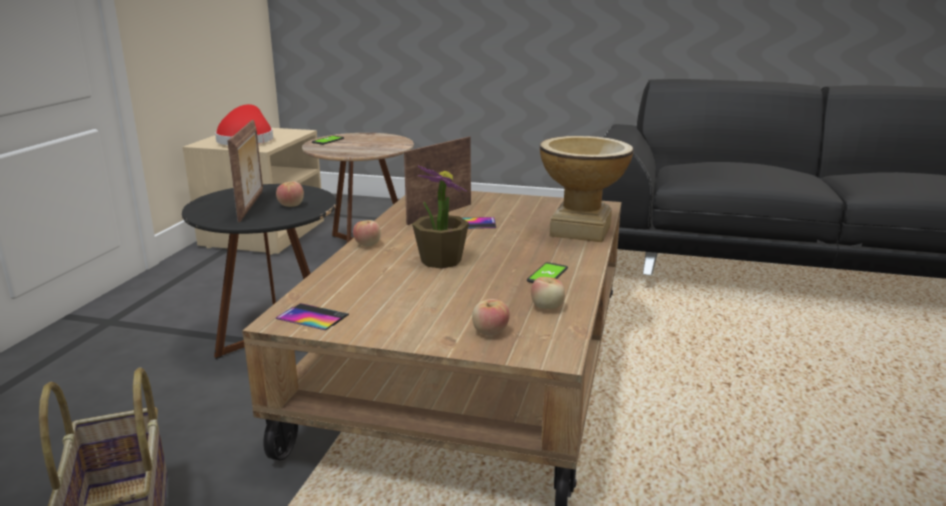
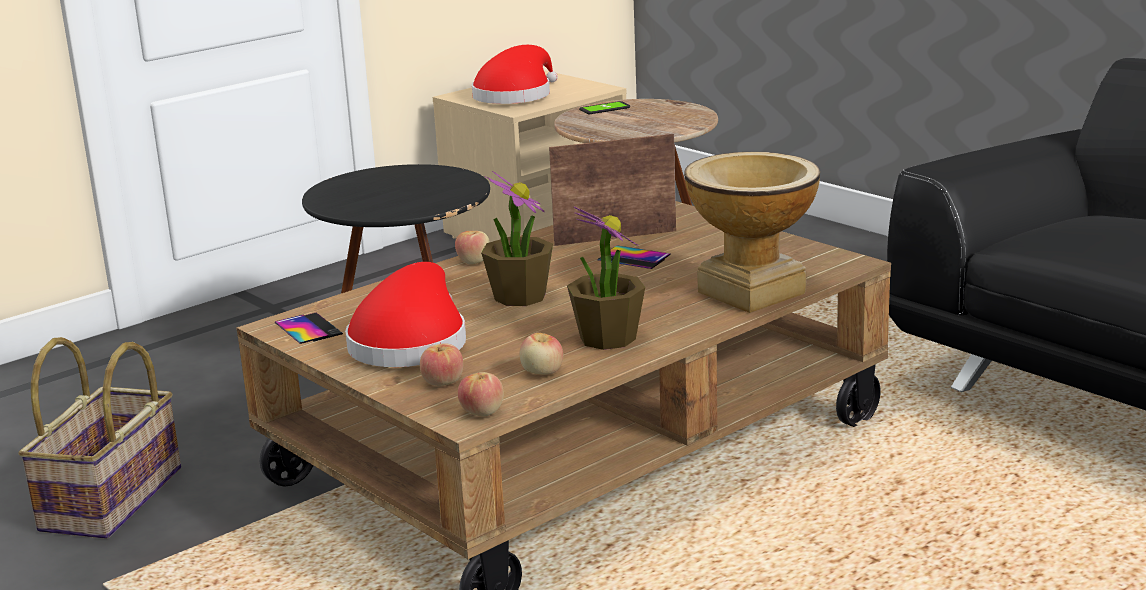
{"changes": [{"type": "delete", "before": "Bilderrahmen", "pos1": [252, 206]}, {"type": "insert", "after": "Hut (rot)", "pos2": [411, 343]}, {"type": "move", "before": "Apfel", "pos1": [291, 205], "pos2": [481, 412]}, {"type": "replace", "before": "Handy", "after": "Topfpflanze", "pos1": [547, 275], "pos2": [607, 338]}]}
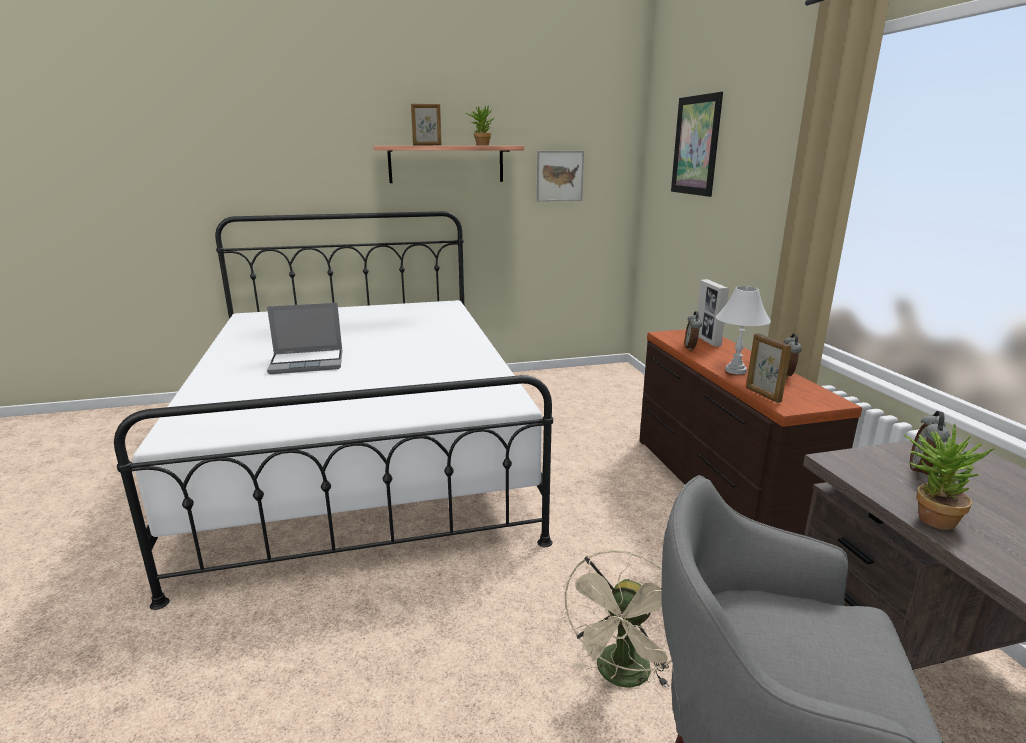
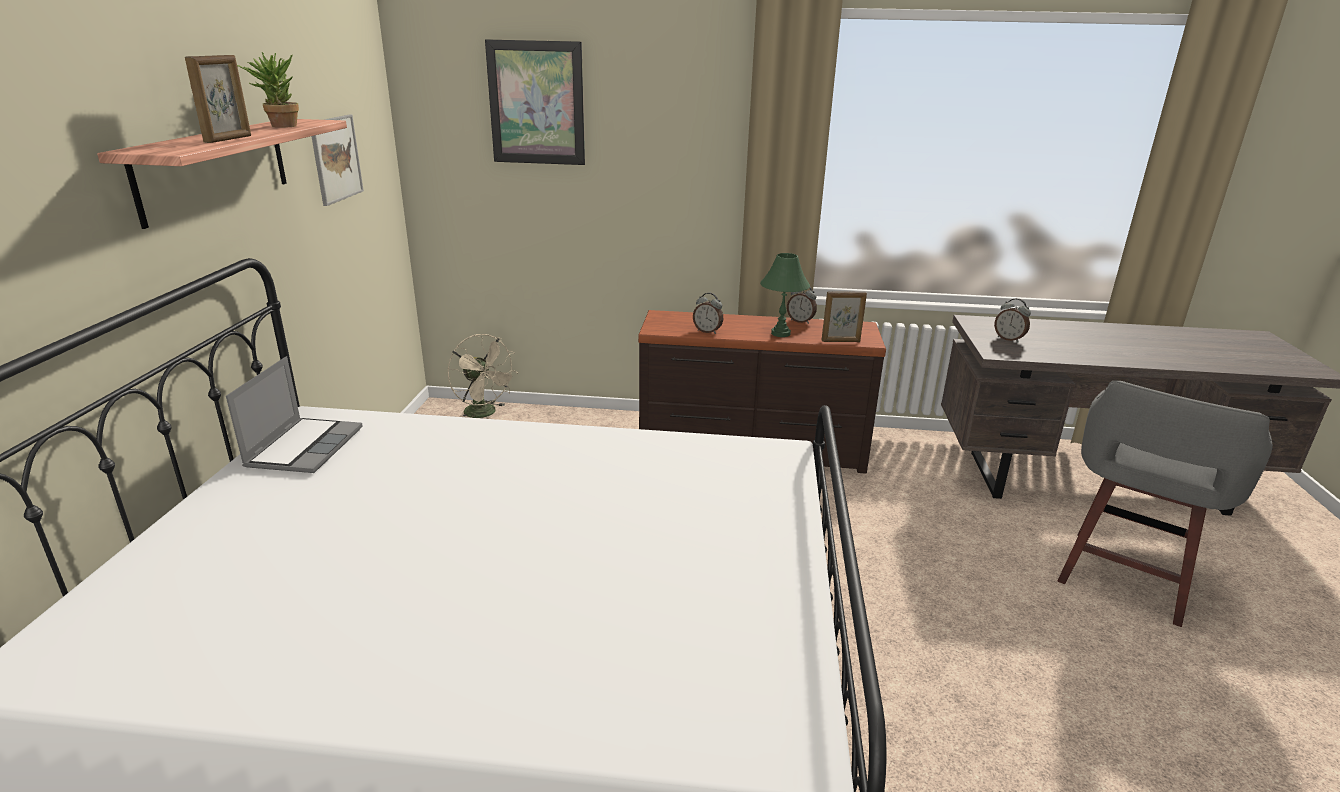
{"changes": [{"type": "delete", "before": "Bilderrahmen", "pos1": [707, 341]}, {"type": "delete", "before": "Topfpflanze", "pos1": [928, 517]}, {"type": "move", "before": "Laptop", "pos1": [308, 363], "pos2": [304, 447]}, {"type": "move", "before": "Ventilator (beige)", "pos1": [622, 677], "pos2": [485, 414]}, {"type": "recolor", "before": "Tischlampe (weiß)", "after": "Tischlampe (grün)", "pos1": [735, 370], "pos2": [780, 333]}]}
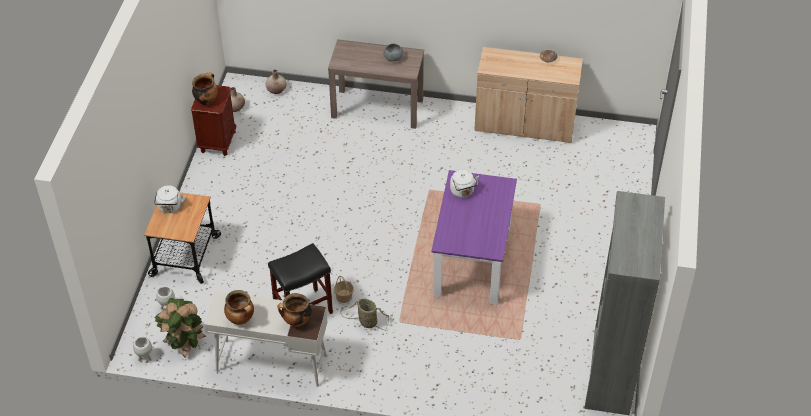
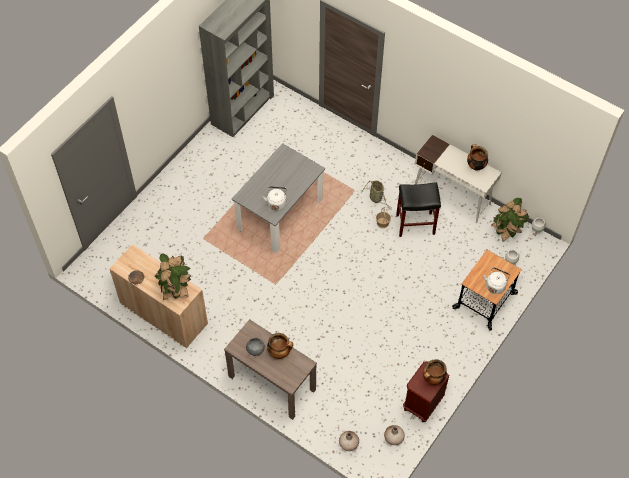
{"changes": [{"type": "insert", "after": "Topfpflanze", "pos2": [175, 289]}, {"type": "move", "before": "Kochtopf", "pos1": [296, 322], "pos2": [280, 352]}, {"type": "recolor", "before": "Esstisch (lila)", "after": "Esstisch (grau)", "pos1": [472, 261], "pos2": [280, 214]}]}
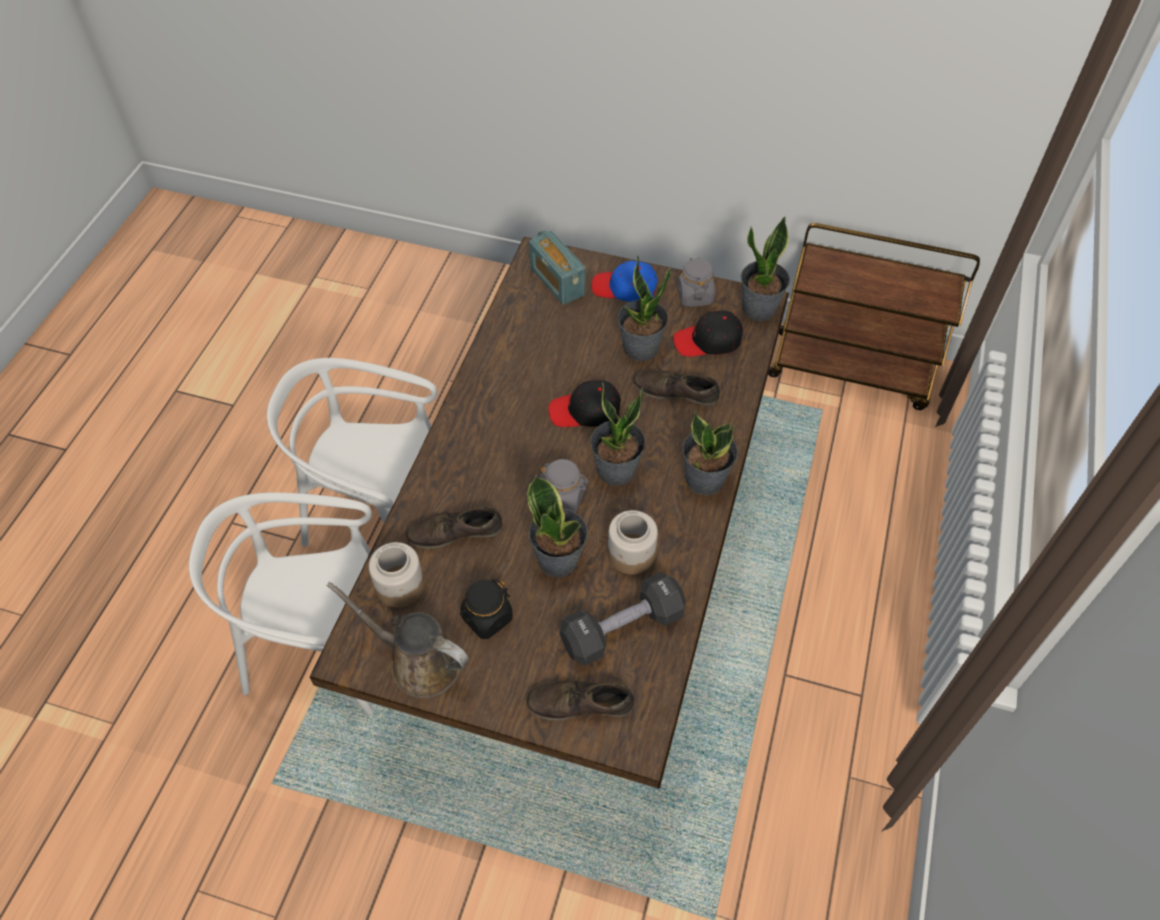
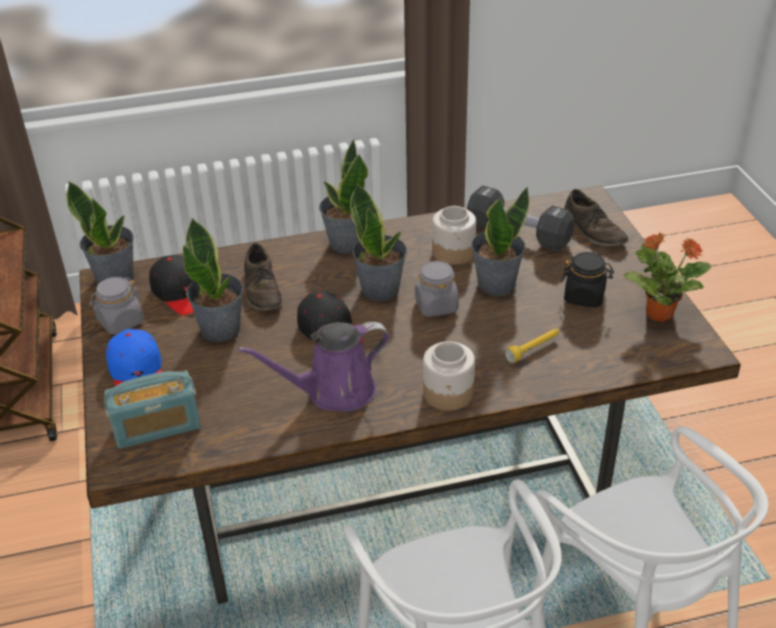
{"changes": [{"type": "insert", "after": "Gießkanne (lila)", "pos2": [334, 391]}, {"type": "move", "before": "Vorratsglas", "pos1": [399, 586], "pos2": [448, 393]}, {"type": "replace", "before": "Gießkanne (braun)", "after": "Topfpflanze", "pos1": [418, 662], "pos2": [658, 313]}, {"type": "replace", "before": "Schuh (braun)", "after": "Taschenlampe (gelb)", "pos1": [455, 532], "pos2": [533, 349]}, {"type": "rotate", "before": "Radio", "pos1": [557, 281], "pos2": [157, 427], "turn": 45}]}
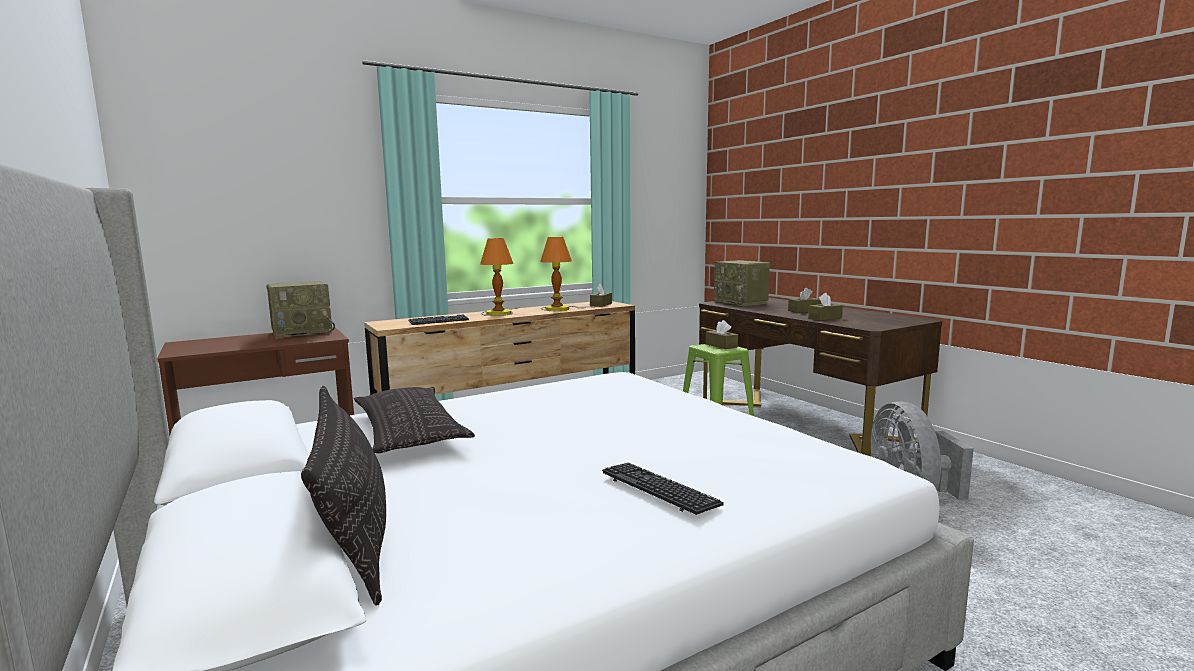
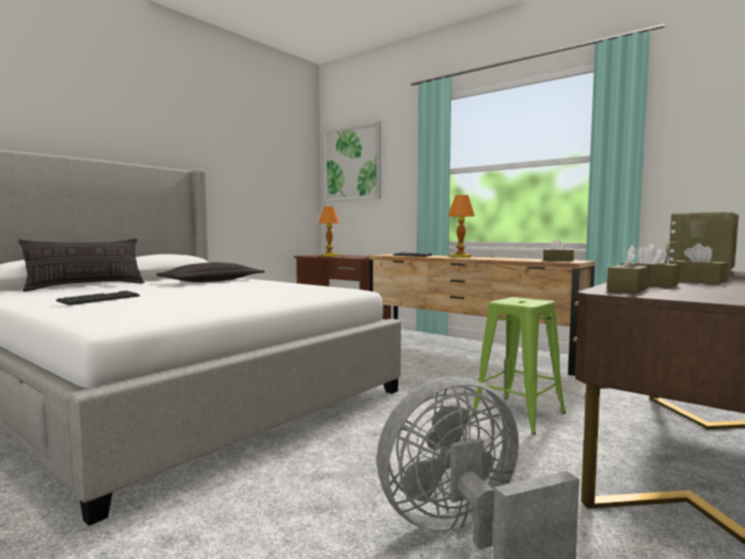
{"changes": [{"type": "delete", "before": "Radio", "pos1": [303, 332]}, {"type": "insert", "after": "Bild", "pos2": [352, 163]}, {"type": "move", "before": "Tischlampe", "pos1": [559, 309], "pos2": [331, 255]}, {"type": "move", "before": "Taschentuchbox (braun)", "pos1": [721, 345], "pos2": [627, 289]}]}
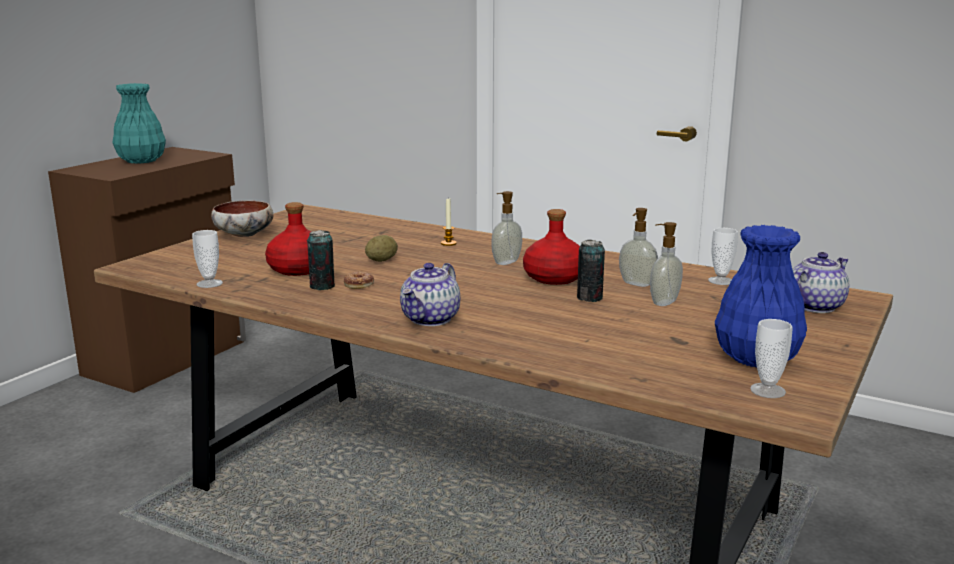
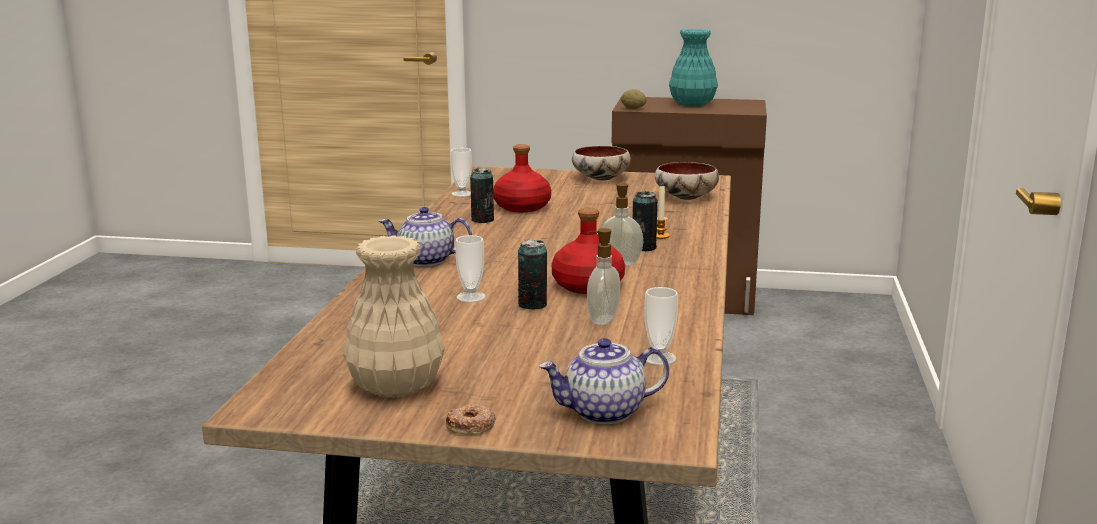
{"changes": [{"type": "delete", "before": "Seifenspender", "pos1": [663, 302]}, {"type": "insert", "after": "Dose", "pos2": [644, 248]}, {"type": "insert", "after": "Schüssel", "pos2": [685, 197]}, {"type": "move", "before": "Donut", "pos1": [359, 284], "pos2": [471, 425]}, {"type": "move", "before": "Kartoffel", "pos1": [381, 260], "pos2": [633, 109]}, {"type": "move", "before": "Tasse", "pos1": [767, 390], "pos2": [471, 297]}, {"type": "recolor", "before": "Vase (blau)", "after": "Vase (beige)", "pos1": [755, 358], "pos2": [395, 386]}, {"type": "rotate", "before": "Teekanne", "pos1": [814, 306], "pos2": [604, 412], "turn": 135}]}
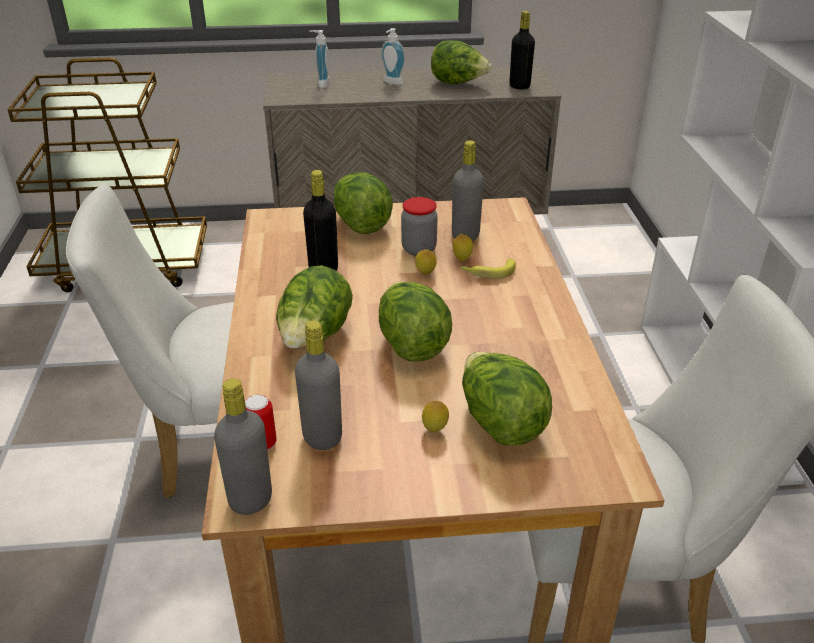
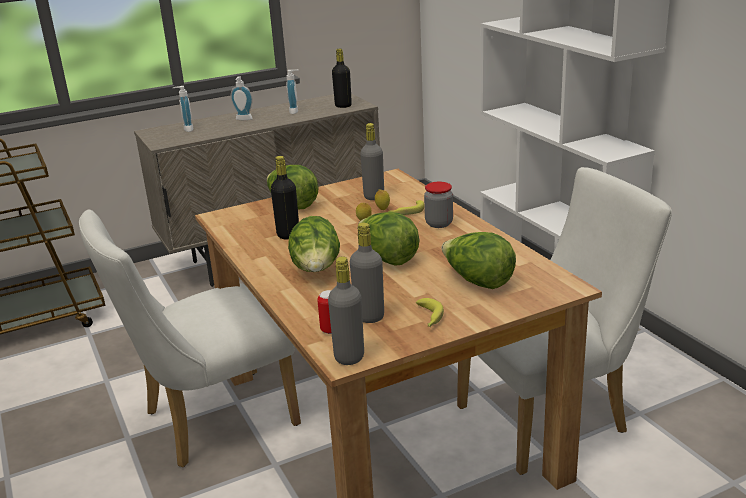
{"changes": [{"type": "delete", "before": "Zitrone", "pos1": [435, 430]}, {"type": "insert", "after": "Banane", "pos2": [429, 318]}, {"type": "move", "before": "Vorratsglas", "pos1": [419, 249], "pos2": [439, 223]}, {"type": "replace", "before": "Salatkopf", "after": "Seifenspender", "pos1": [458, 83], "pos2": [295, 111]}]}
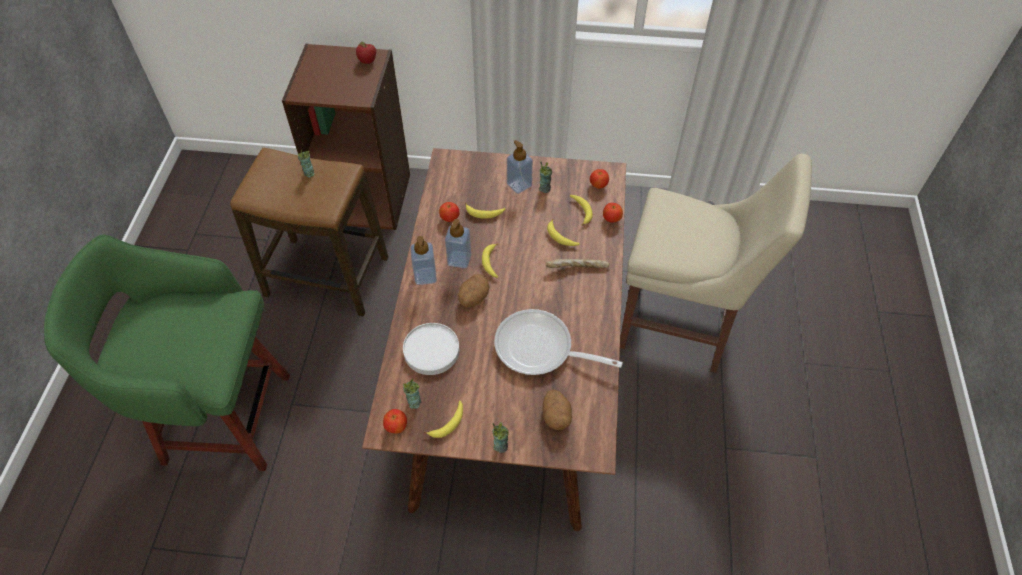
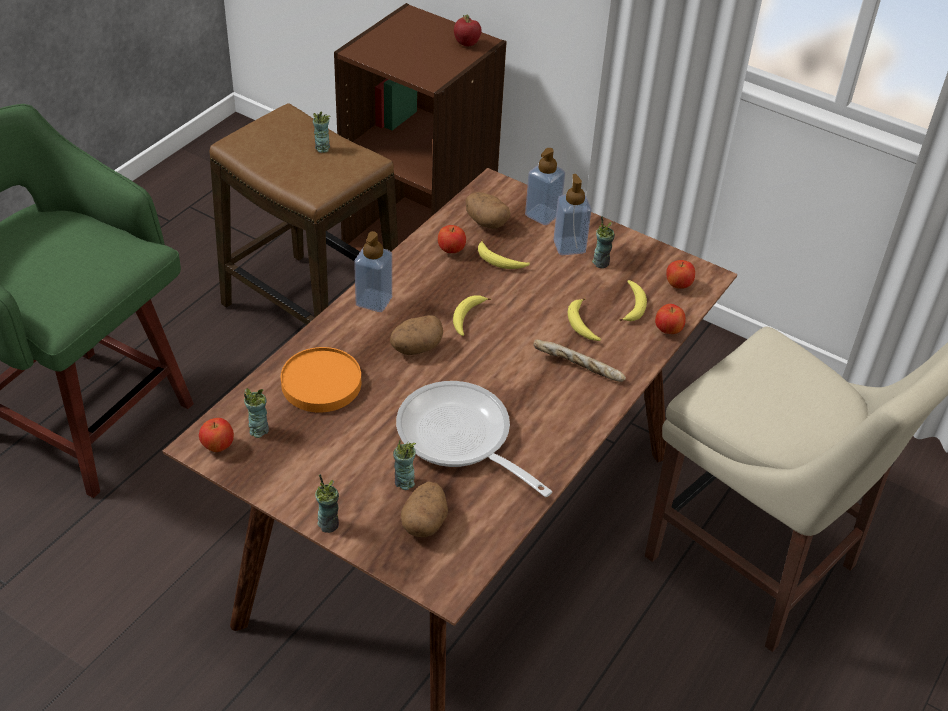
{"changes": [{"type": "delete", "before": "Banane", "pos1": [448, 423]}, {"type": "insert", "after": "Tasse", "pos2": [404, 482]}, {"type": "insert", "after": "Kartoffel", "pos2": [486, 222]}, {"type": "move", "before": "Seifenspender", "pos1": [459, 259], "pos2": [542, 215]}, {"type": "recolor", "before": "Teller (weiß)", "after": "Teller (orange)", "pos1": [431, 350], "pos2": [320, 383]}]}
